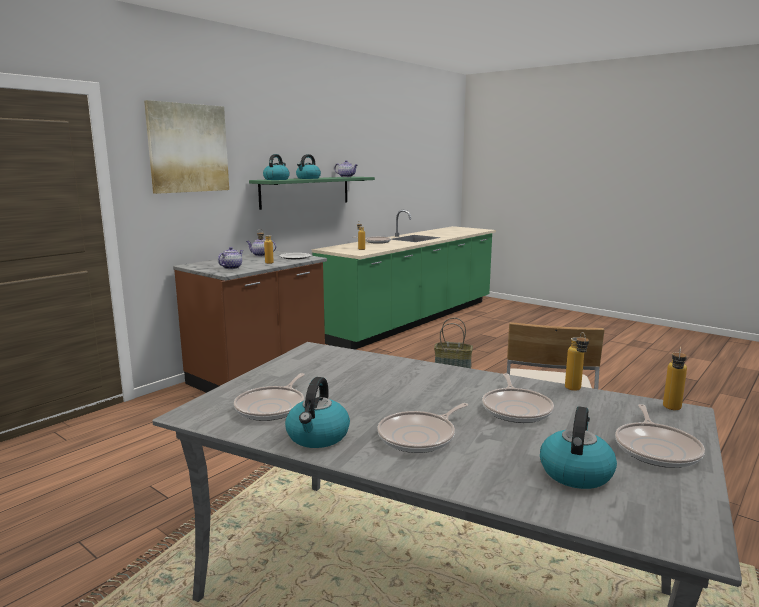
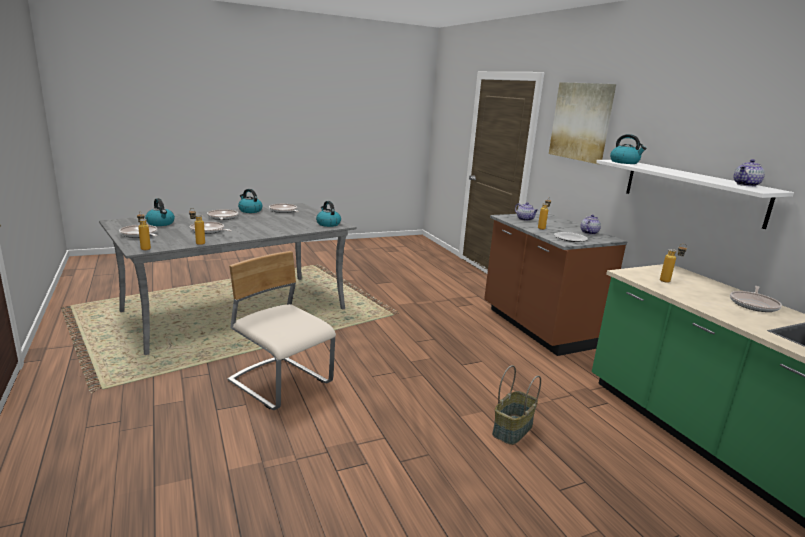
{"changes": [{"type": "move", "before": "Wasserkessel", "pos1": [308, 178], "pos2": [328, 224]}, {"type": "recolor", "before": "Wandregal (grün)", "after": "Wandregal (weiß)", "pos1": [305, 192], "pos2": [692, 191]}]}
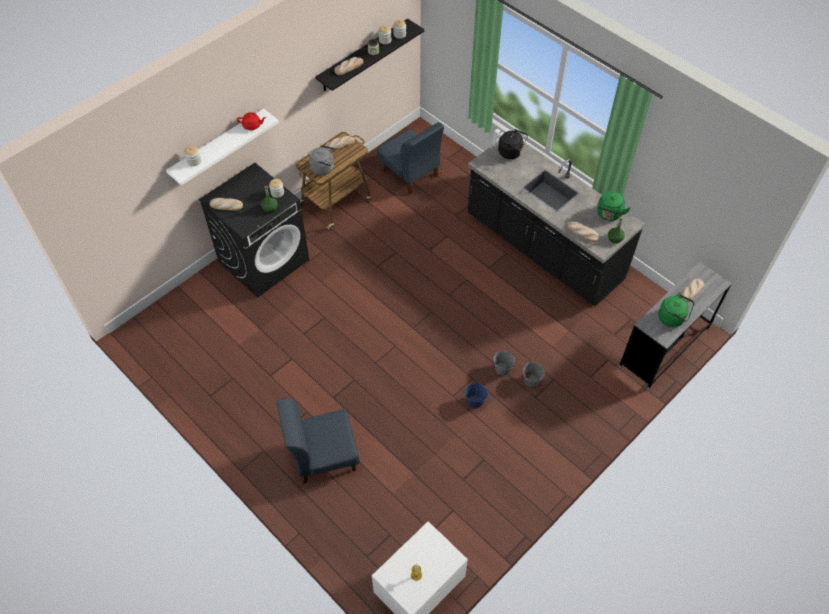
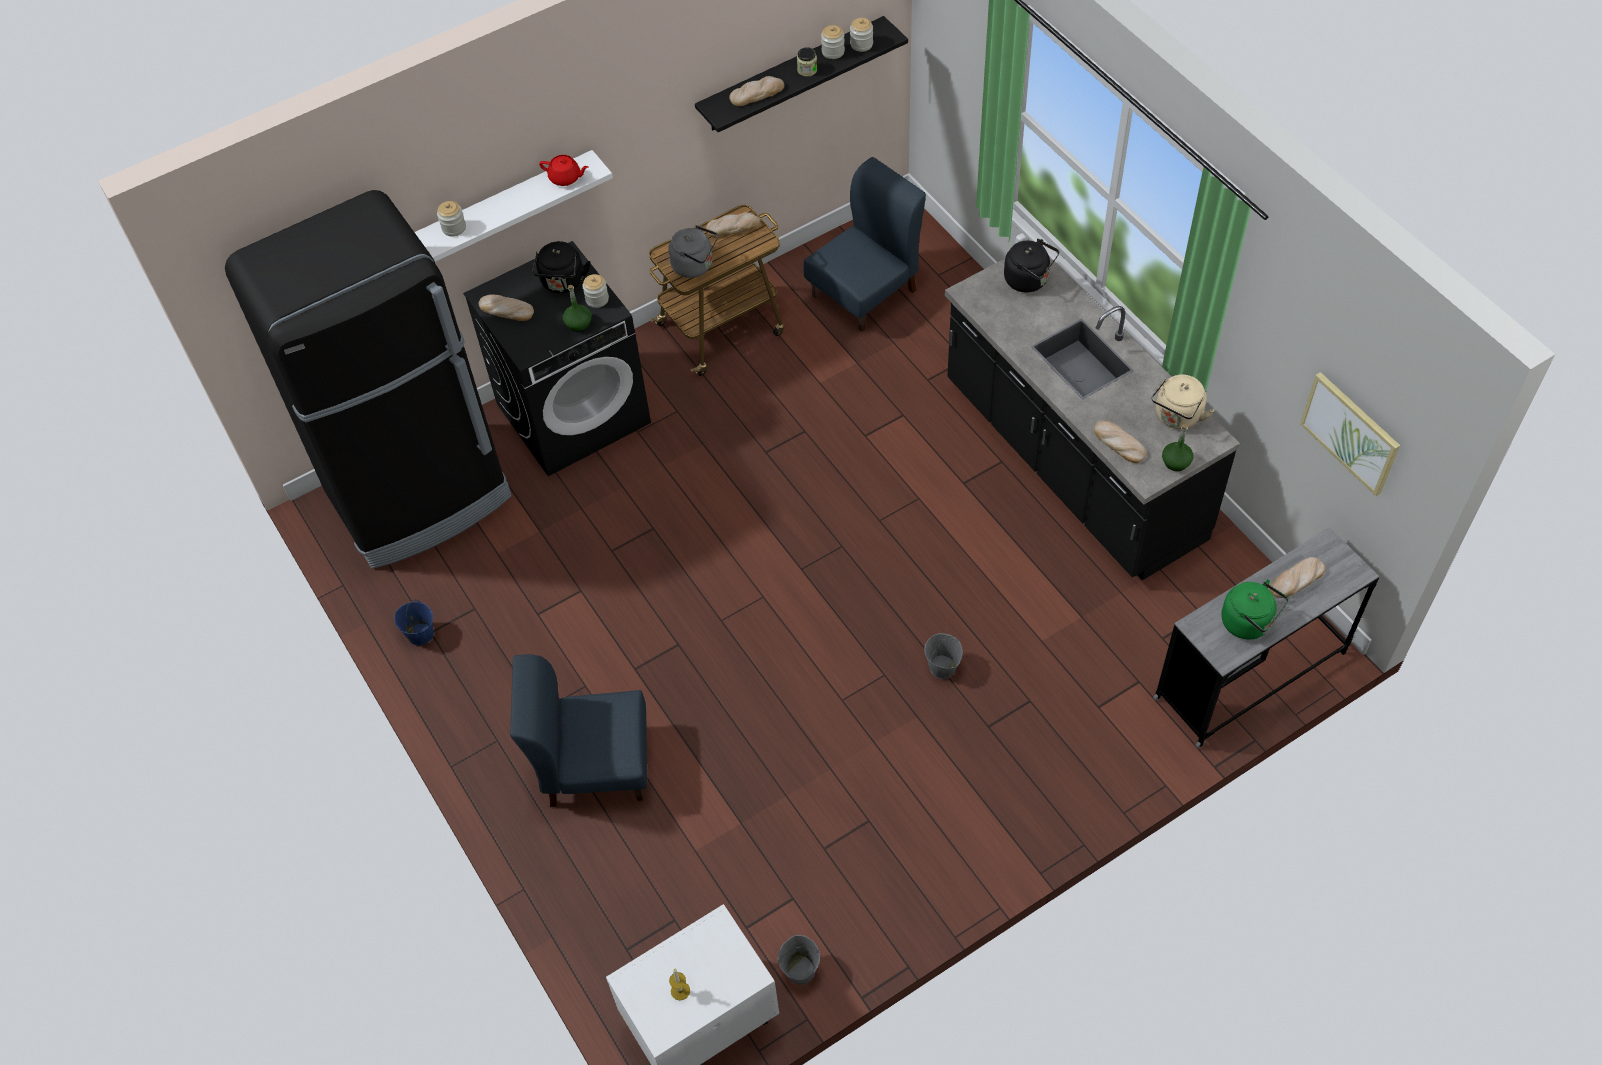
{"changes": [{"type": "insert", "after": "Kühlschrank (schwarz)", "pos2": [420, 496]}, {"type": "insert", "after": "Wasserkessel (schwarz)", "pos2": [562, 283]}, {"type": "insert", "after": "Bild", "pos2": [1350, 432]}, {"type": "move", "before": "Eimer (blau)", "pos1": [475, 401], "pos2": [420, 634]}, {"type": "move", "before": "Eimer (grau)", "pos1": [531, 380], "pos2": [800, 970]}, {"type": "recolor", "before": "Wasserkessel (grün)", "after": "Wasserkessel (beige)", "pos1": [609, 214], "pos2": [1177, 417]}, {"type": "rotate", "before": "Stuhl (blau)", "pos1": [410, 173], "pos2": [865, 293], "turn": -105}]}
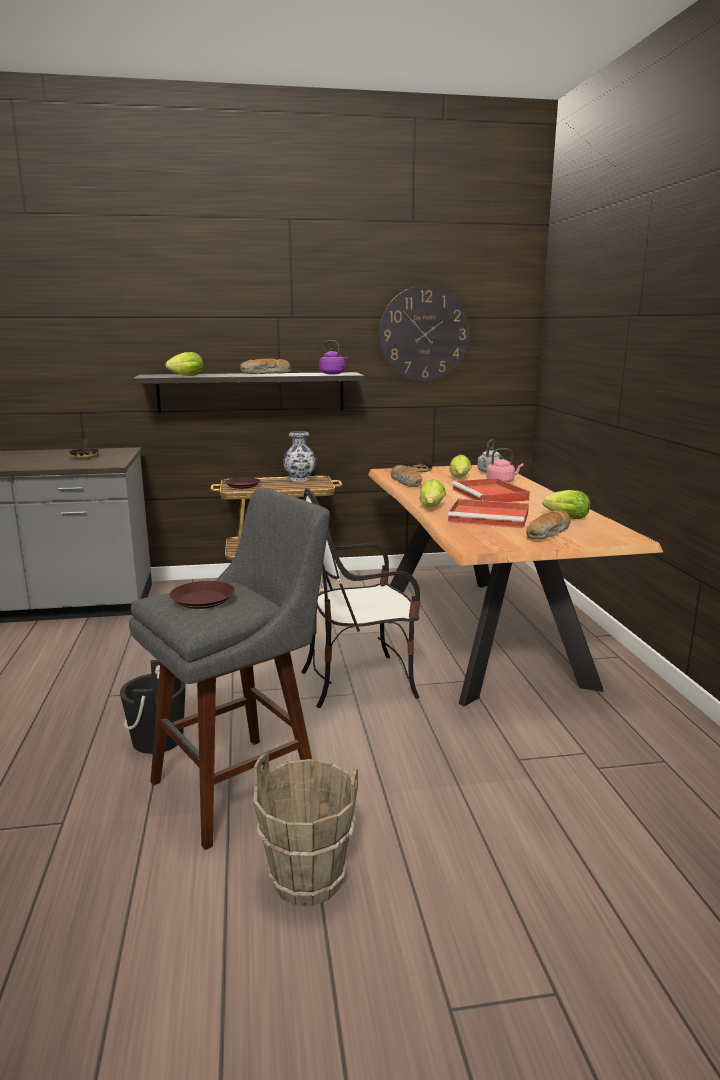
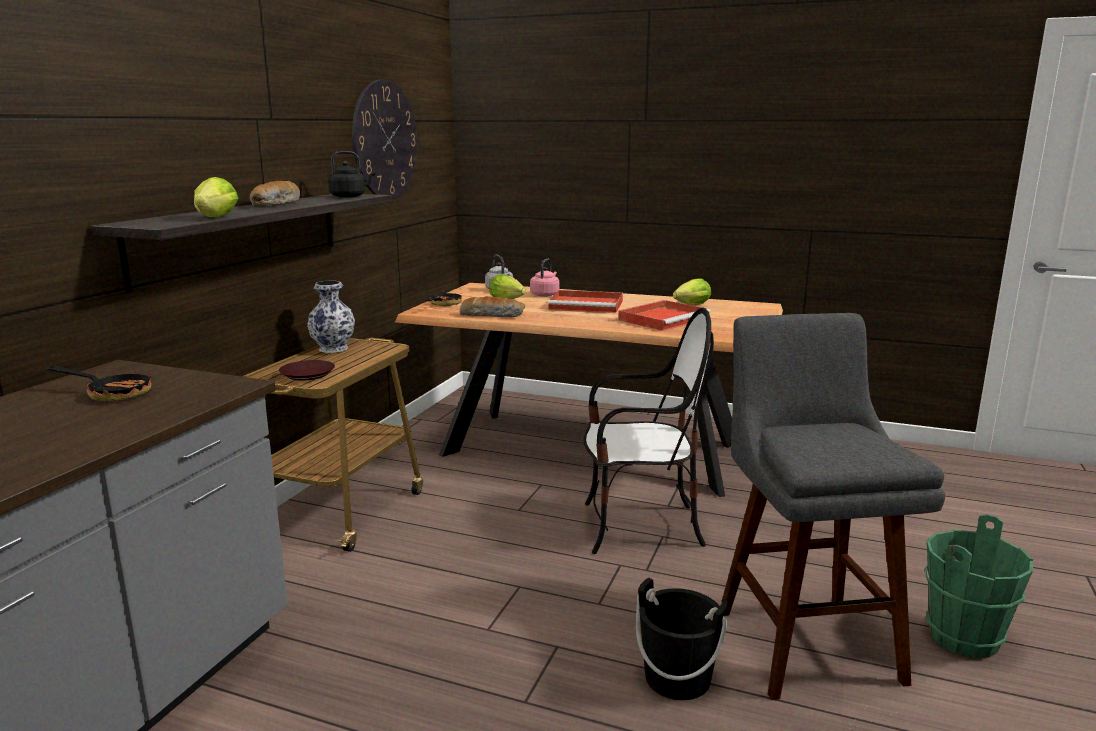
{"changes": [{"type": "delete", "before": "Teller (braun)", "pos1": [202, 600]}, {"type": "delete", "before": "Salatkopf", "pos1": [431, 508]}, {"type": "delete", "before": "Brot", "pos1": [548, 534]}, {"type": "recolor", "before": "Eimer (braun)", "after": "Eimer (grün)", "pos1": [307, 880], "pos2": [964, 638]}, {"type": "recolor", "before": "Wasserkessel (lila)", "after": "Wasserkessel (schwarz)", "pos1": [333, 374], "pos2": [350, 196]}, {"type": "rotate", "before": "Stuhl", "pos1": [359, 682], "pos2": [640, 527], "turn": -105}]}
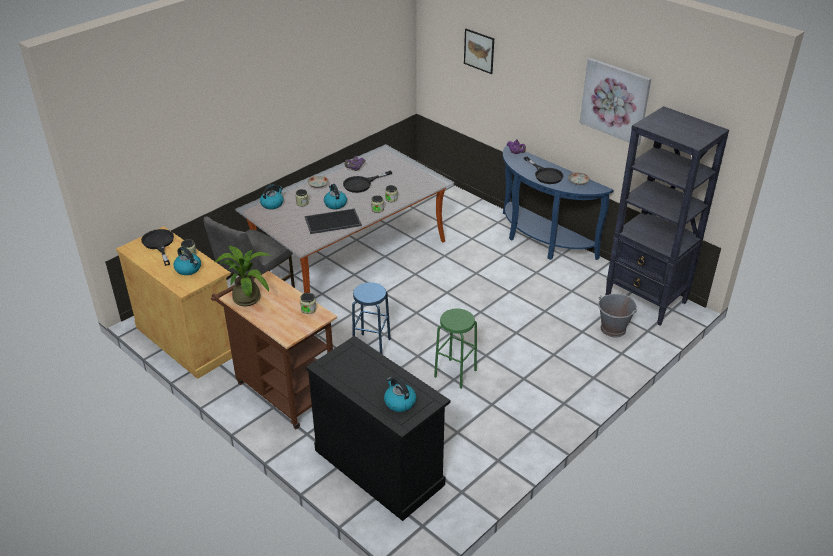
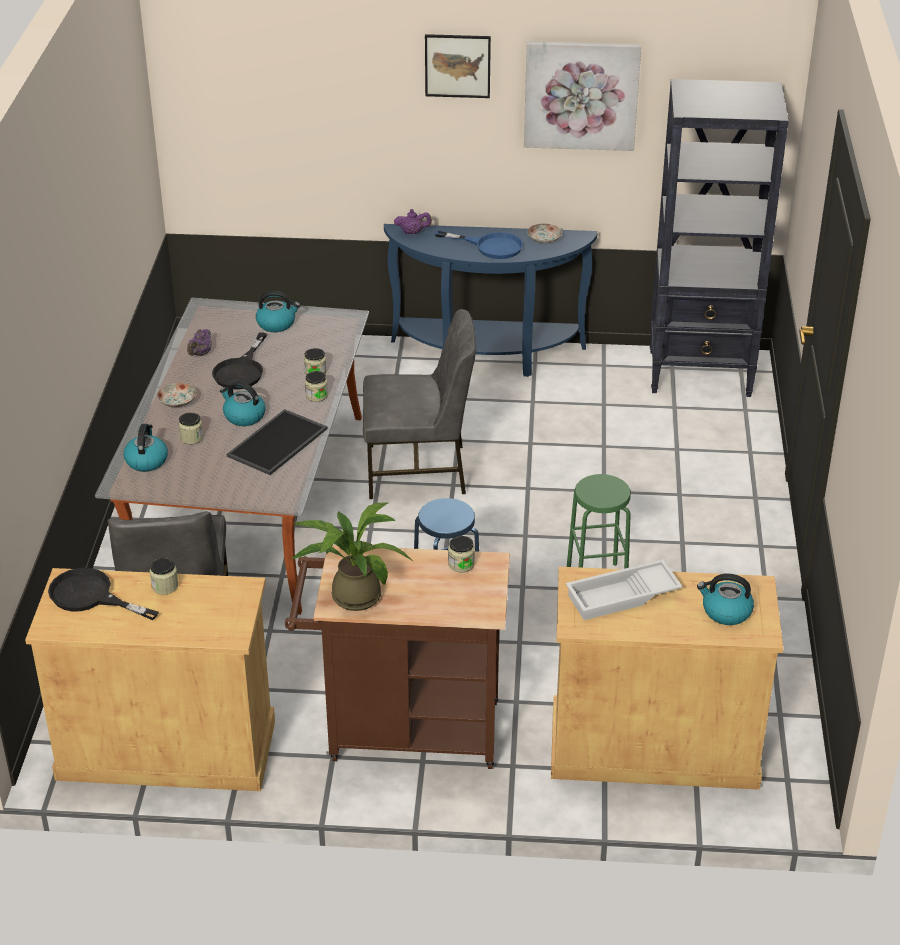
{"changes": [{"type": "delete", "before": "Eimer (grau)", "pos1": [613, 329]}, {"type": "insert", "after": "Stuhl (grau)", "pos2": [419, 471]}, {"type": "insert", "after": "Tablett (weiß)", "pos2": [622, 597]}, {"type": "move", "before": "Wasserkessel", "pos1": [188, 269], "pos2": [277, 324]}, {"type": "move", "before": "Bild", "pos1": [479, 51], "pos2": [457, 65]}, {"type": "recolor", "before": "Schrank (schwarz)", "after": "Schrank (beige)", "pos1": [379, 467], "pos2": [653, 747]}, {"type": "recolor", "before": "Pfanne (schwarz)", "after": "Pfanne (blau)", "pos1": [545, 174], "pos2": [490, 246]}]}
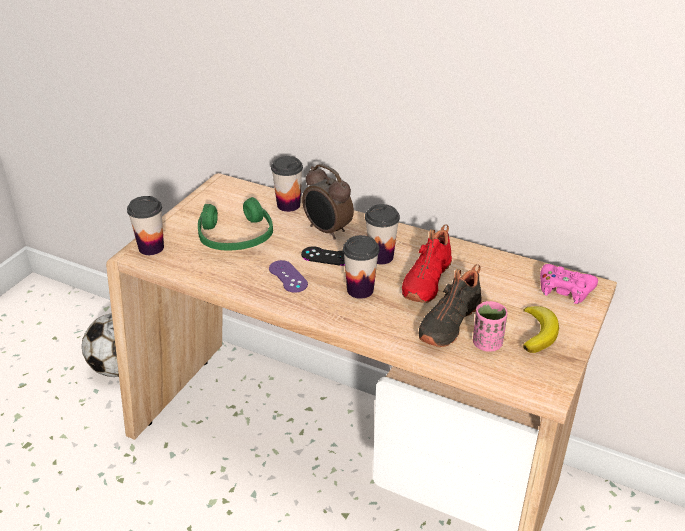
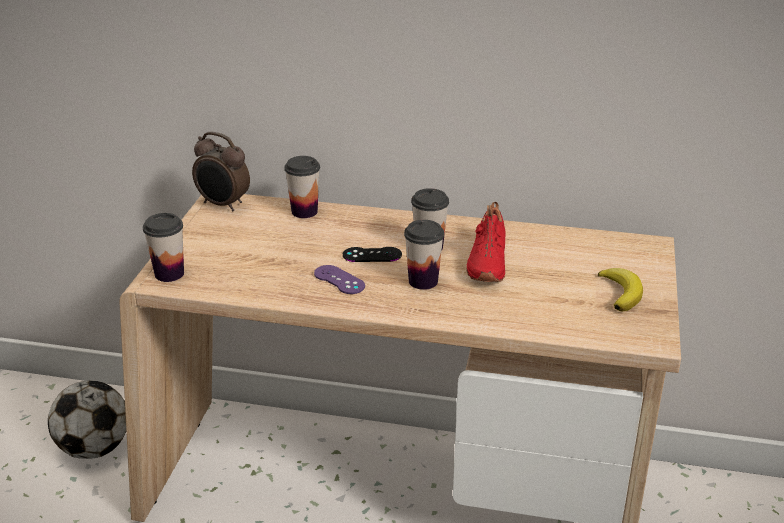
{"changes": [{"type": "delete", "before": "Kopfhörer (grün)", "pos1": [235, 236]}, {"type": "delete", "before": "Schuh (schwarz)", "pos1": [447, 321]}, {"type": "delete", "before": "Tasse (rosa)", "pos1": [487, 344]}, {"type": "delete", "before": "Gamepad (rosa)", "pos1": [565, 289]}, {"type": "move", "before": "Wecker", "pos1": [327, 231], "pos2": [223, 205]}]}
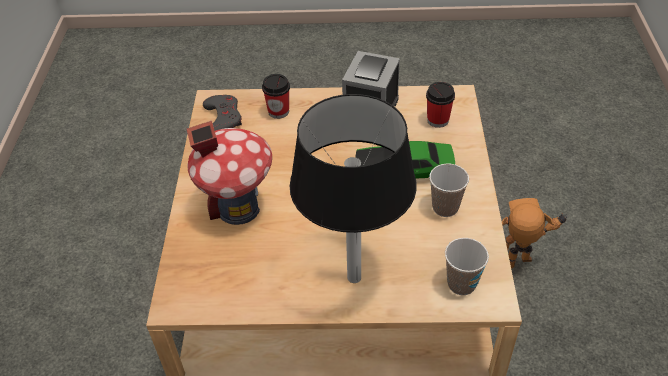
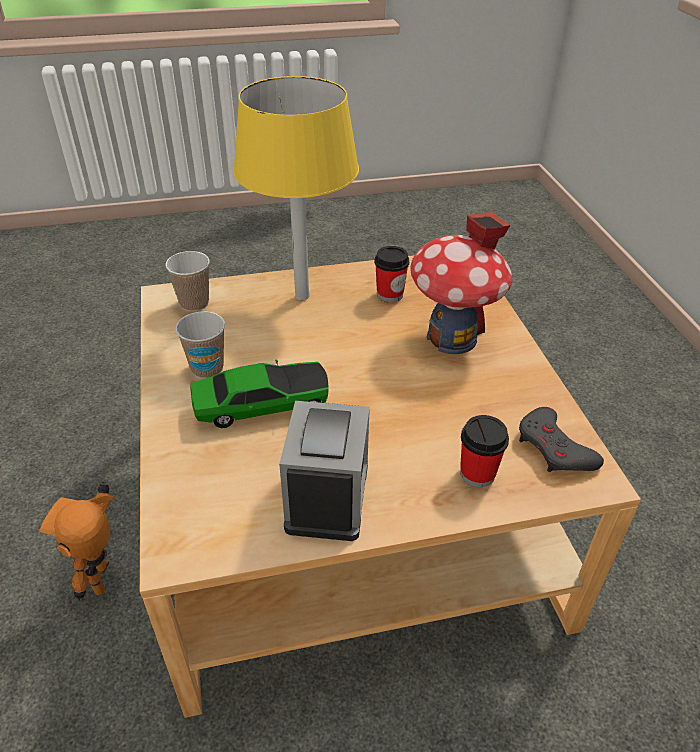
{"changes": [{"type": "move", "before": "Tasse", "pos1": [438, 120], "pos2": [390, 294]}, {"type": "recolor", "before": "Tischlampe (schwarz)", "after": "Tischlampe (gelb)", "pos1": [354, 277], "pos2": [302, 296]}, {"type": "rotate", "before": "Spielzeugroboter", "pos1": [521, 266], "pos2": [108, 578], "turn": 120}]}
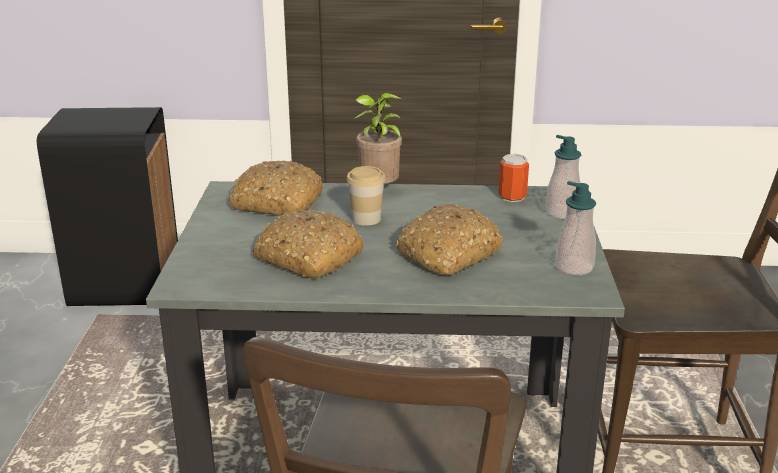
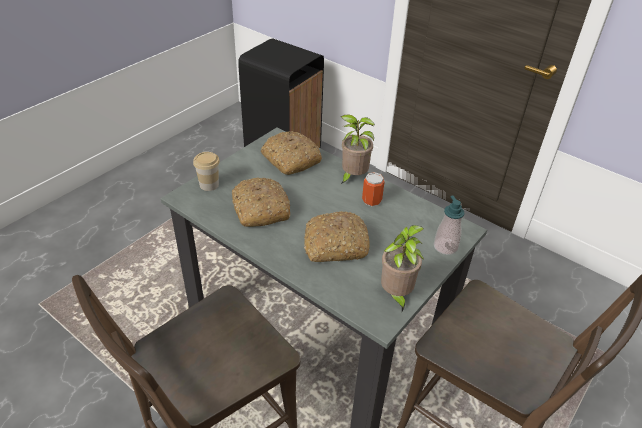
{"changes": [{"type": "move", "before": "Tasse", "pos1": [366, 219], "pos2": [209, 185]}, {"type": "move", "before": "Dose", "pos1": [512, 197], "pos2": [371, 200]}, {"type": "replace", "before": "Seifenspender", "after": "Topfpflanze", "pos1": [574, 267], "pos2": [396, 295]}]}
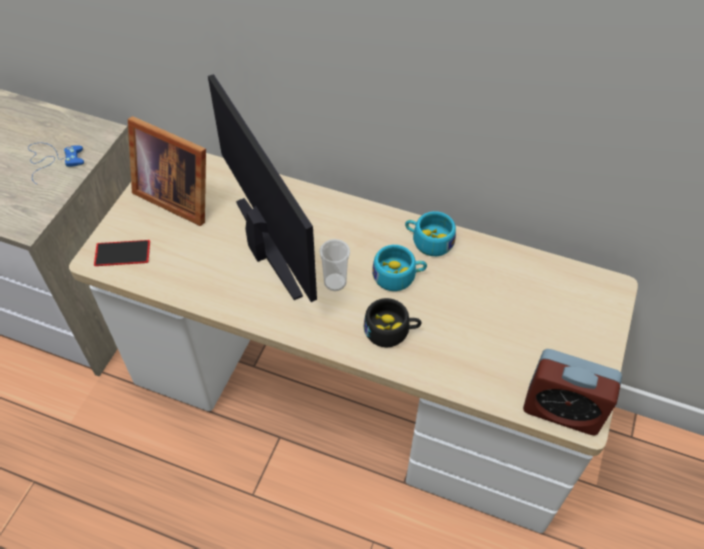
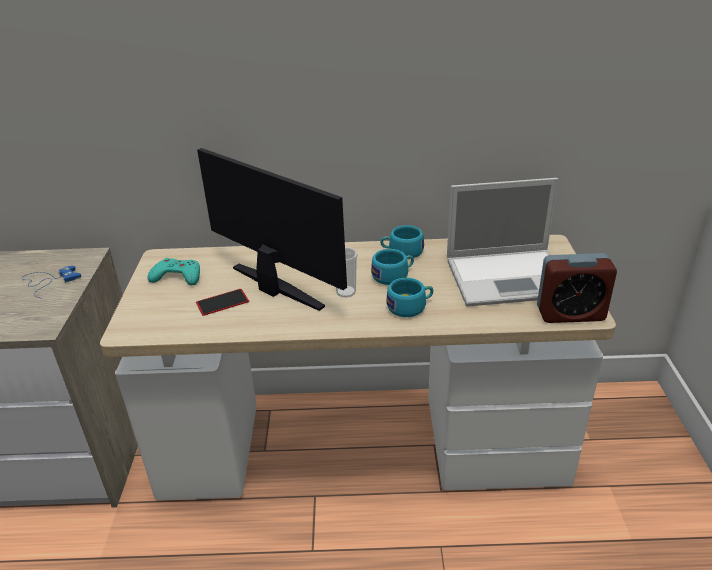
{"changes": [{"type": "insert", "after": "Laptop", "pos2": [510, 277]}, {"type": "move", "before": "Handy", "pos1": [122, 253], "pos2": [222, 302]}, {"type": "replace", "before": "Bilderrahmen", "after": "Gamepad (türkis)", "pos1": [176, 195], "pos2": [177, 276]}, {"type": "recolor", "before": "Tasse (schwarz)", "after": "Tasse (türkis)", "pos1": [391, 330], "pos2": [410, 306]}]}
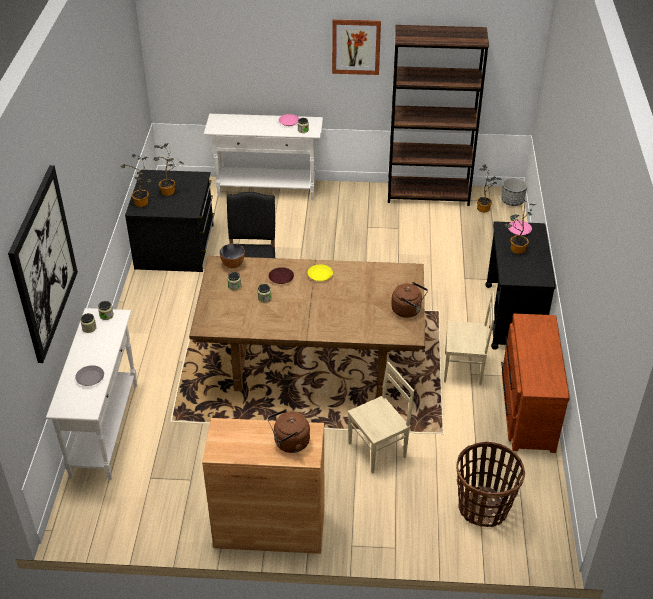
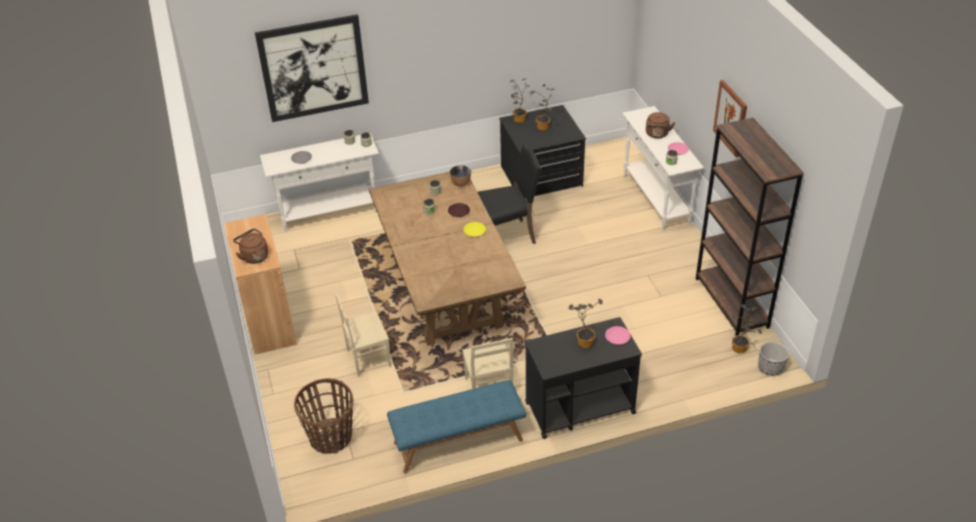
{"changes": [{"type": "move", "before": "Wasserkessel (braun)", "pos1": [408, 310], "pos2": [657, 134]}, {"type": "replace", "before": "Kommode (braun)", "after": "Bank (blau)", "pos1": [526, 409], "pos2": [458, 442]}, {"type": "rotate", "before": "Stuhl (beige)", "pos1": [378, 450], "pos2": [367, 358], "turn": 120}]}
